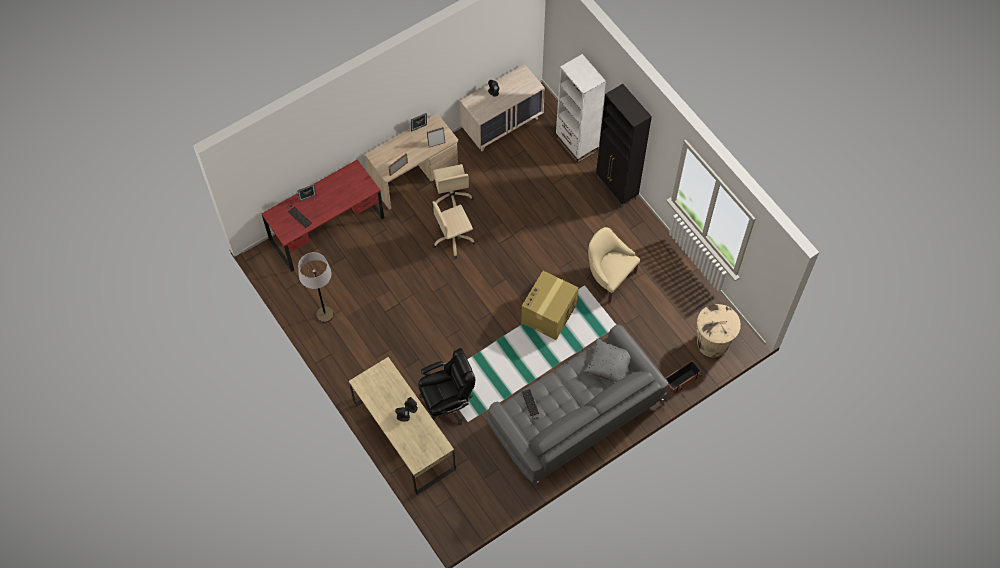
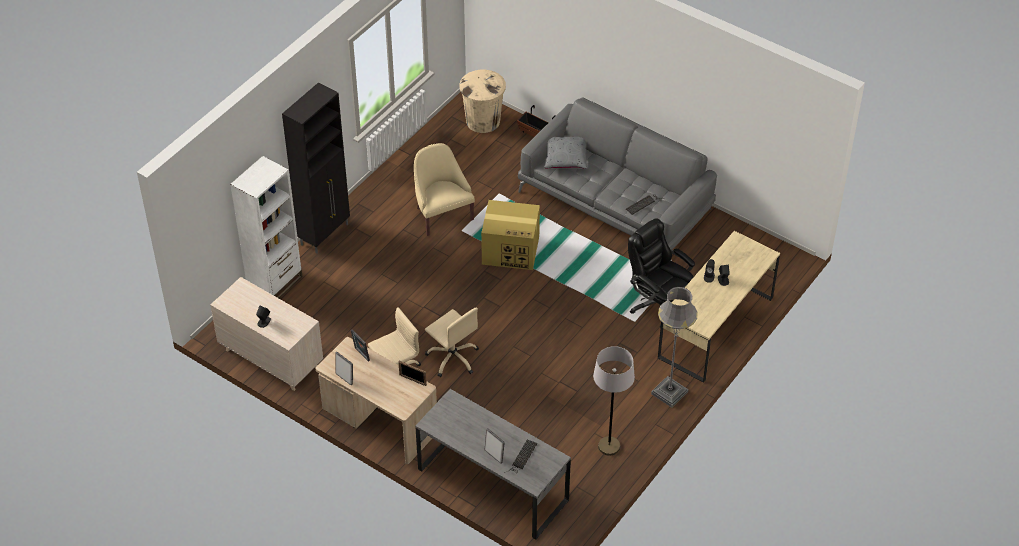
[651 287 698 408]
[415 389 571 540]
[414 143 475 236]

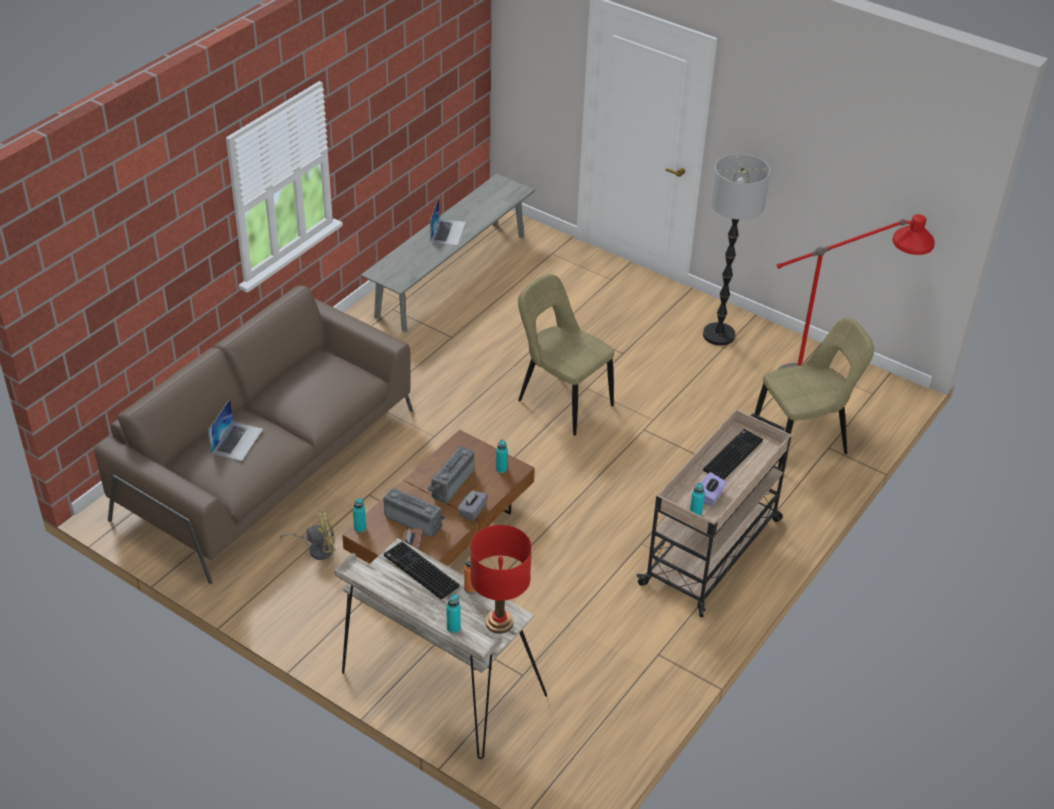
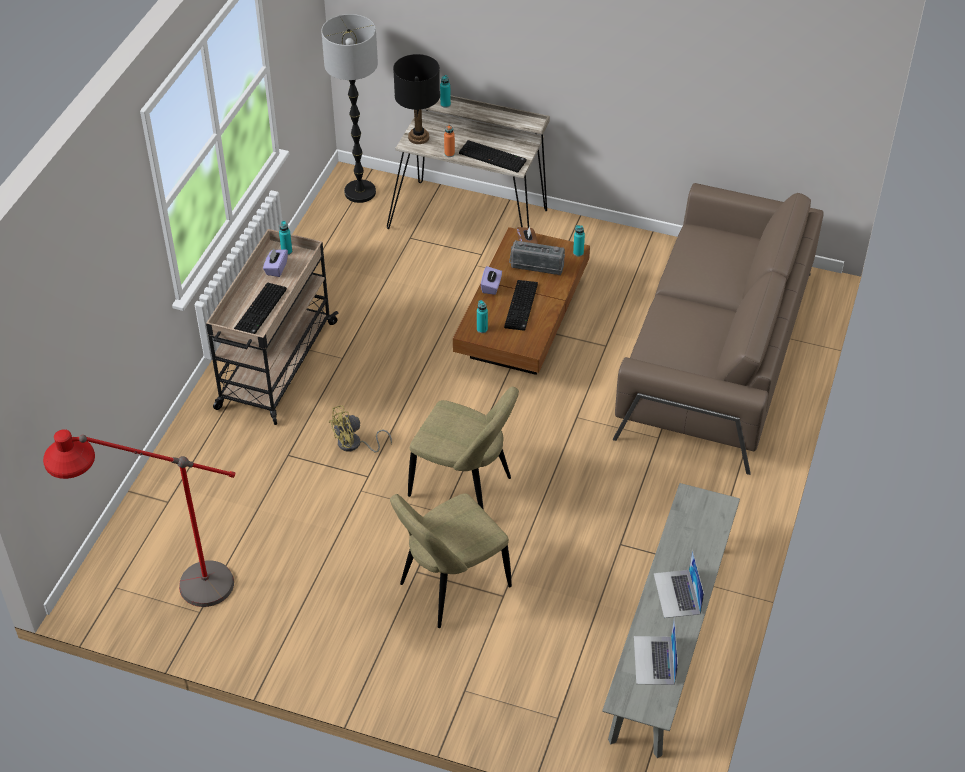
[634 616 678 685]
[328 405 392 452]
[321 14 378 203]
[390 493 512 628]
[504 280 538 331]
[481 266 502 295]
[393 54 440 144]

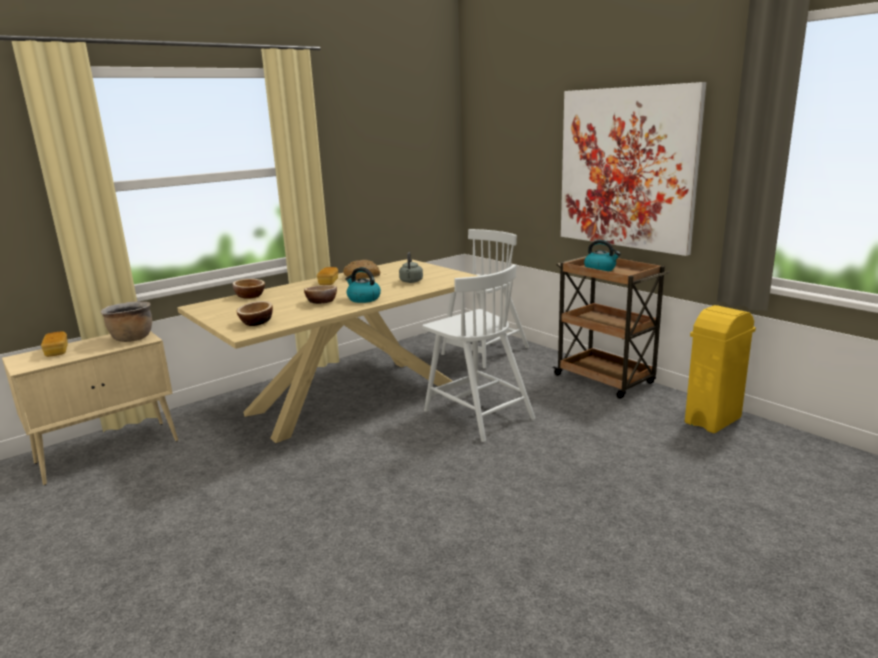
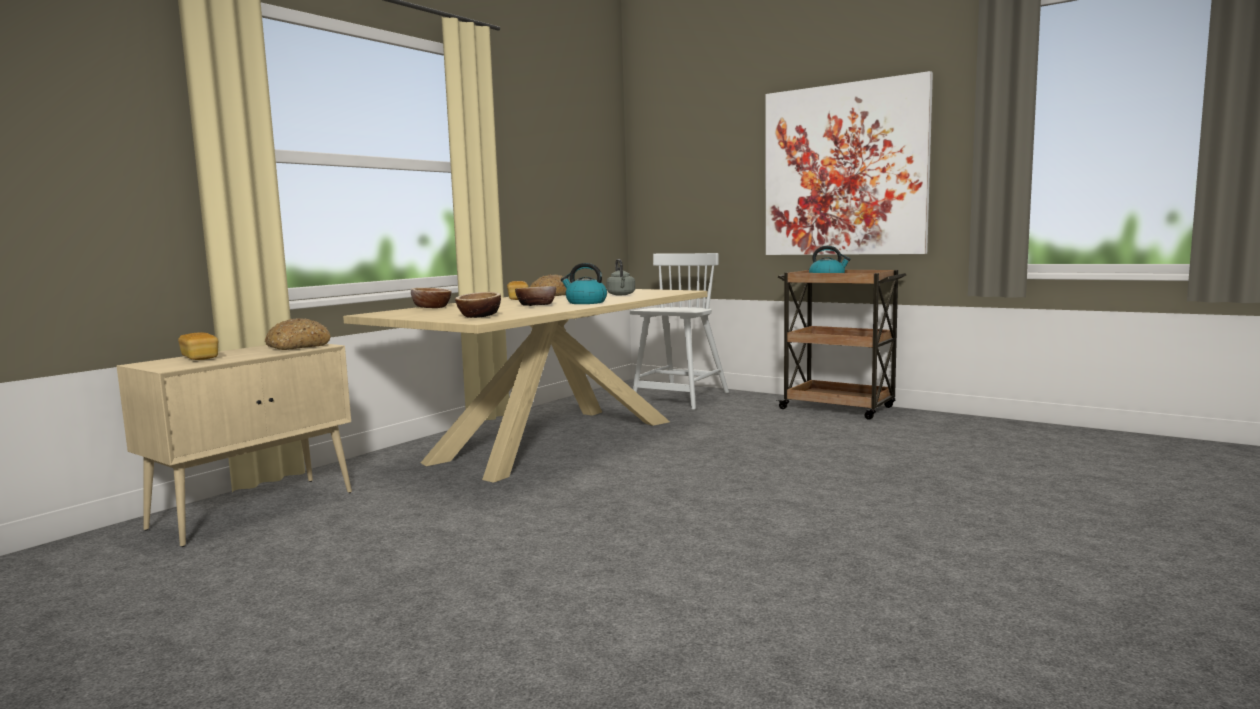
[422 264 536 442] (first image)
[685 305 756 433] (first image)
[265 318 330 350]

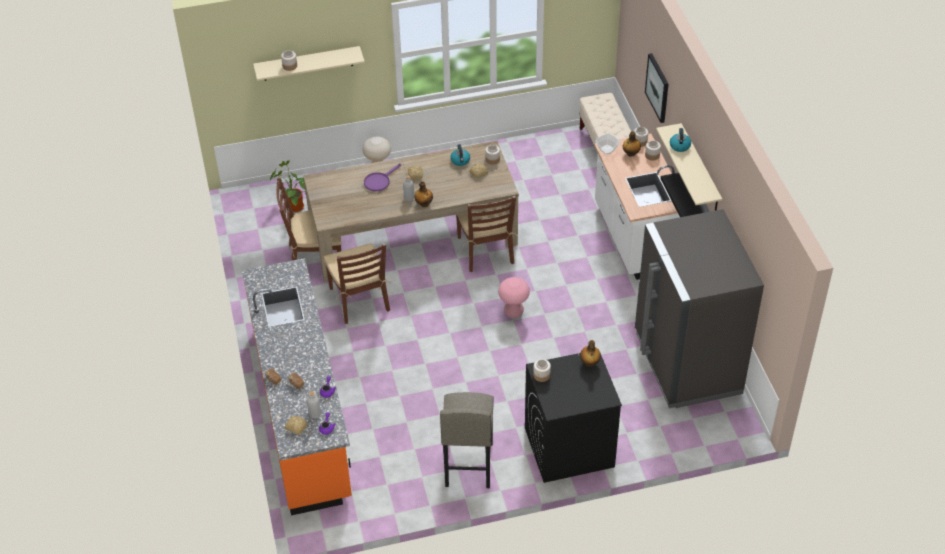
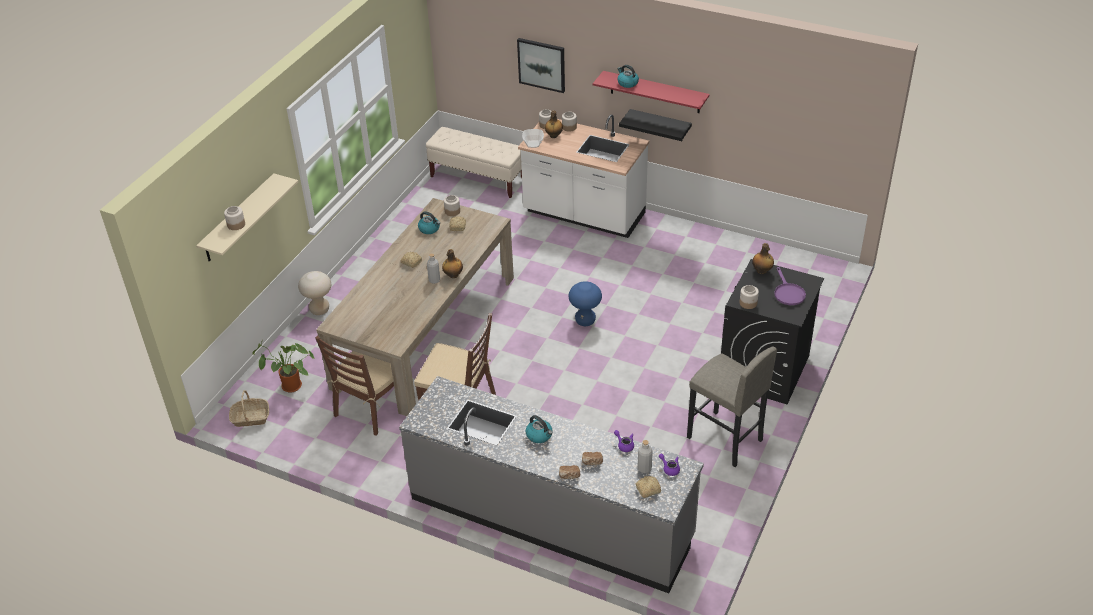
[456 195 518 272] (first image)
[635 209 764 408] (first image)
[229 390 269 427]
[526 415 553 443]
[774 267 806 305]
[399 376 704 593]
[569 281 602 326]
[593 71 710 113]

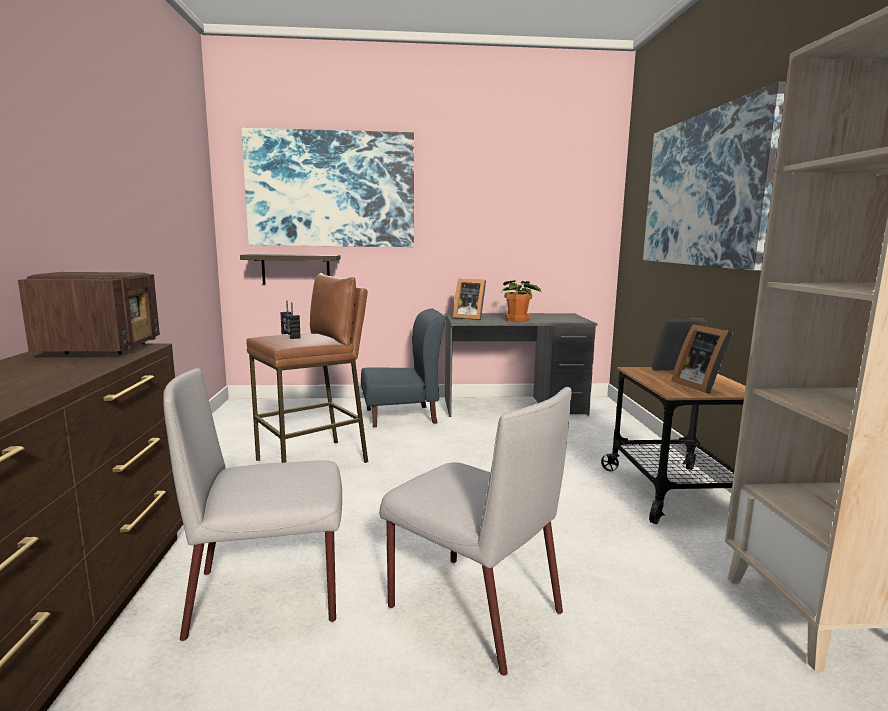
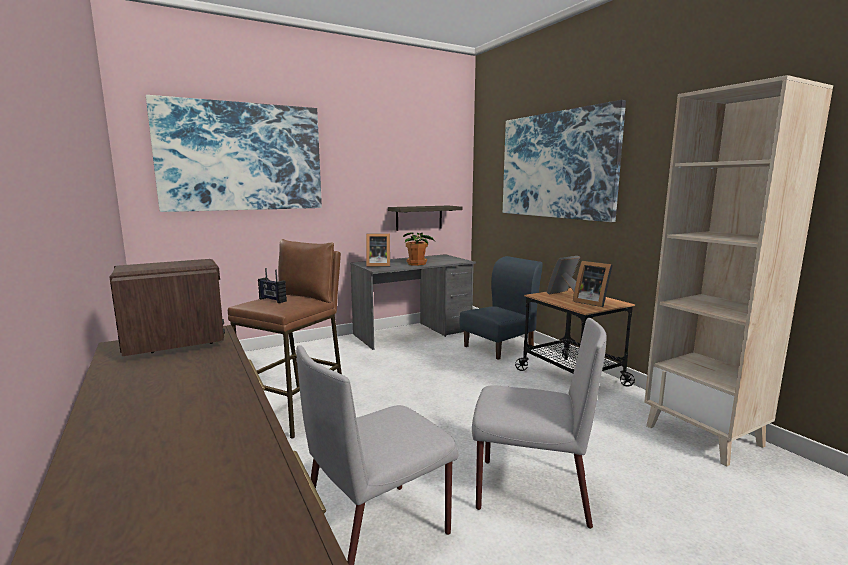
[388 206 462 231]
[459 256 543 360]

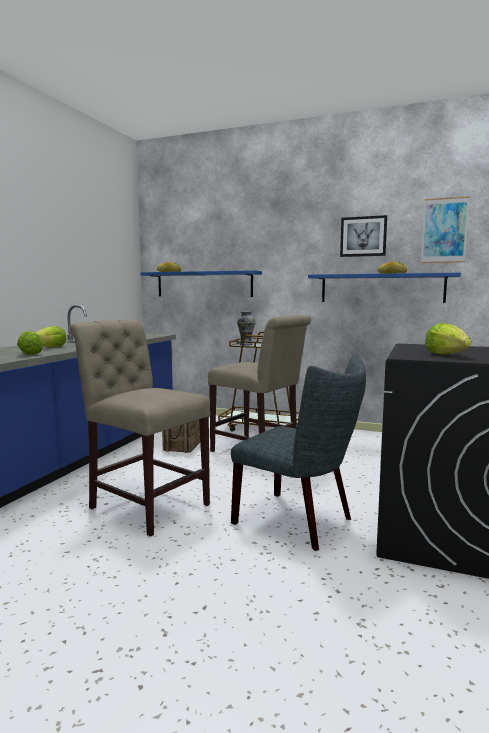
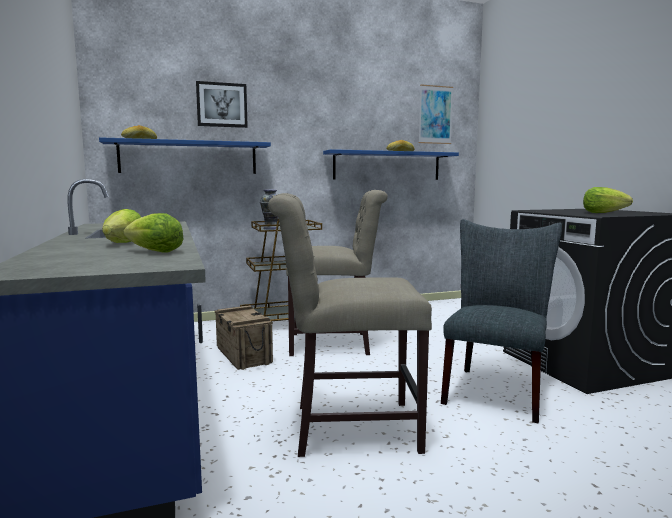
[196 81 248 128]
[441 219 562 424]

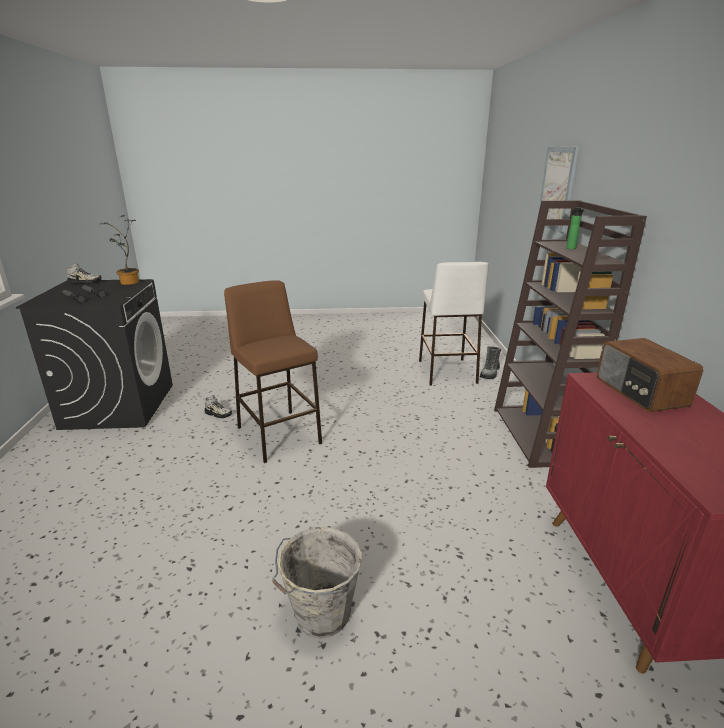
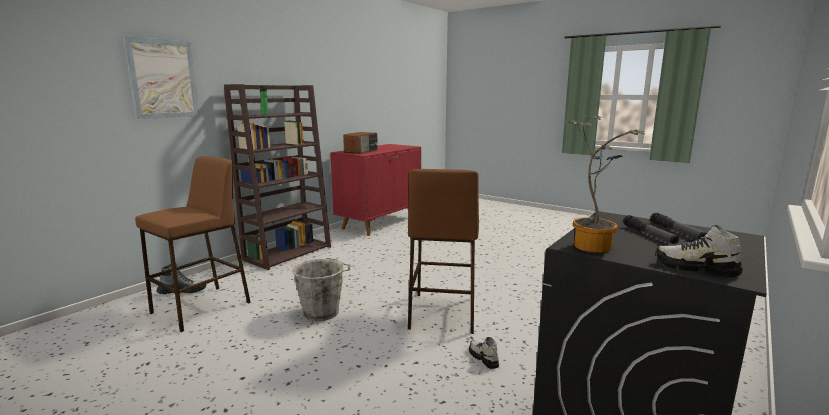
[292 258 351 321]
[135 156 251 332]

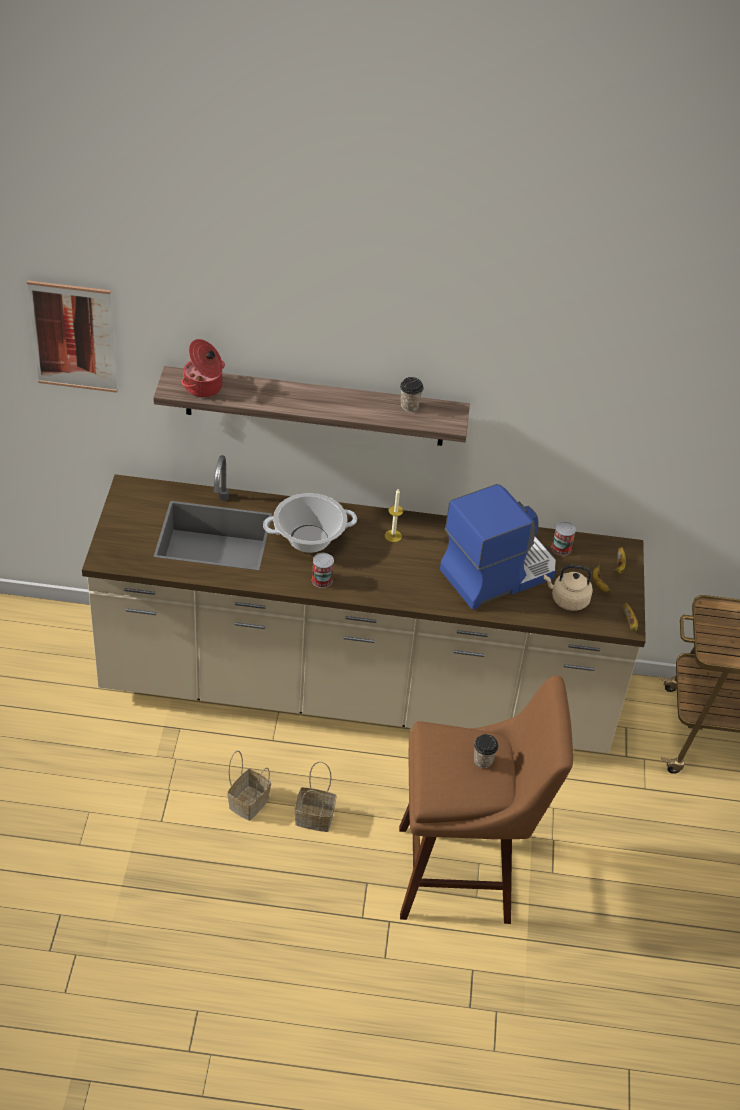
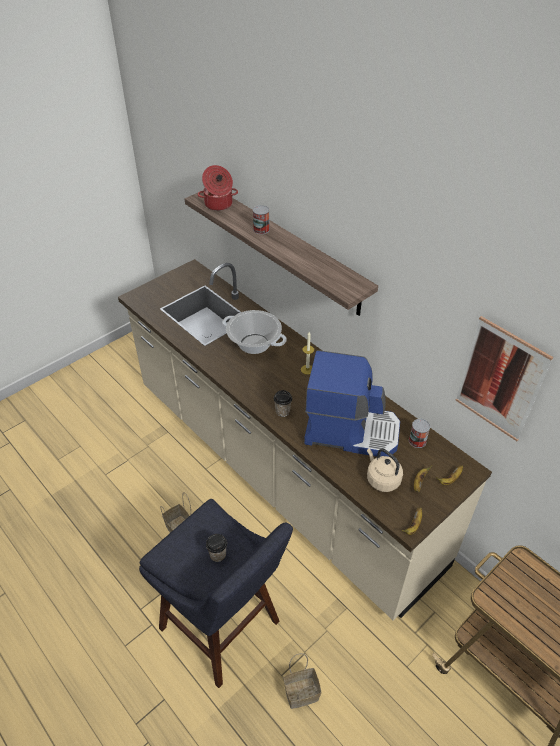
[456 316 553 441]
[284 653 321 709]
[253 205 270 234]
[274 390 292 417]
[139 499 293 688]

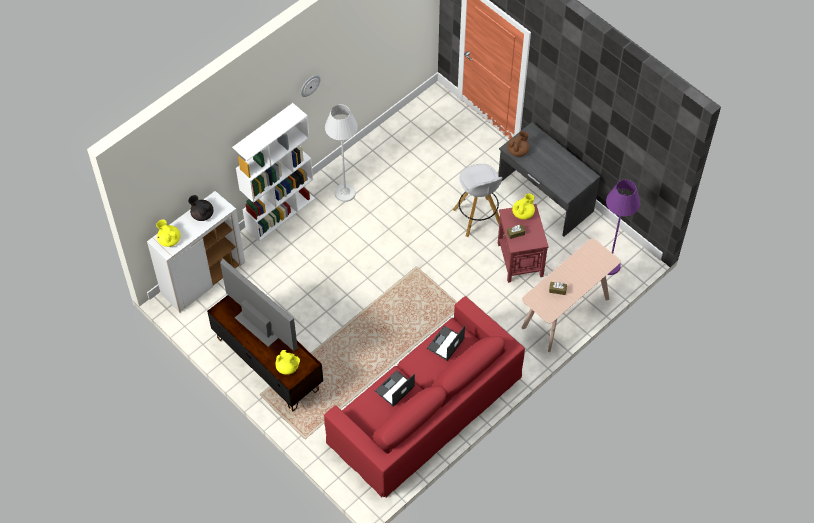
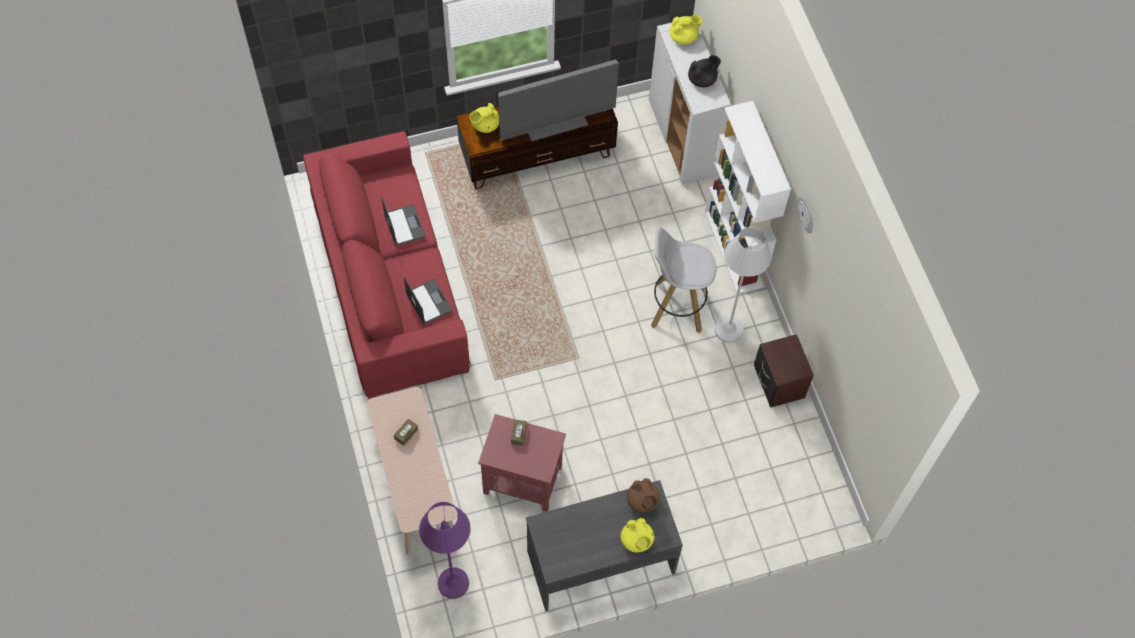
[754 334 814 408]
[651 227 716 333]
[620 518 654 553]

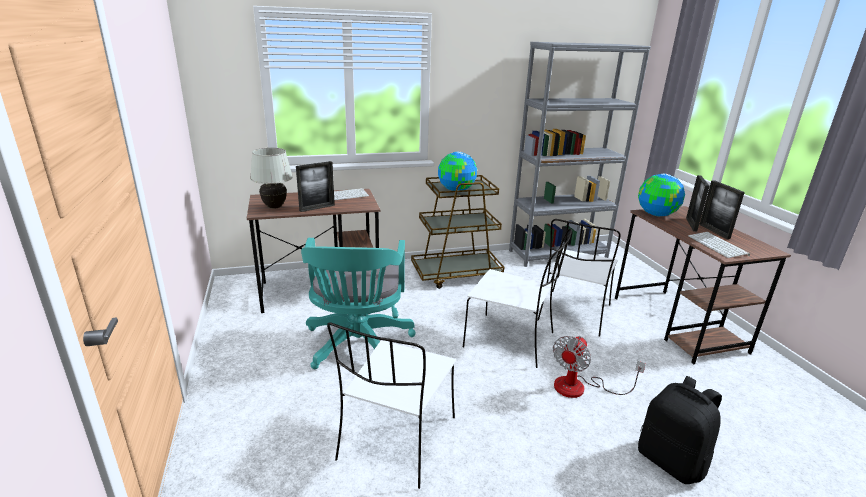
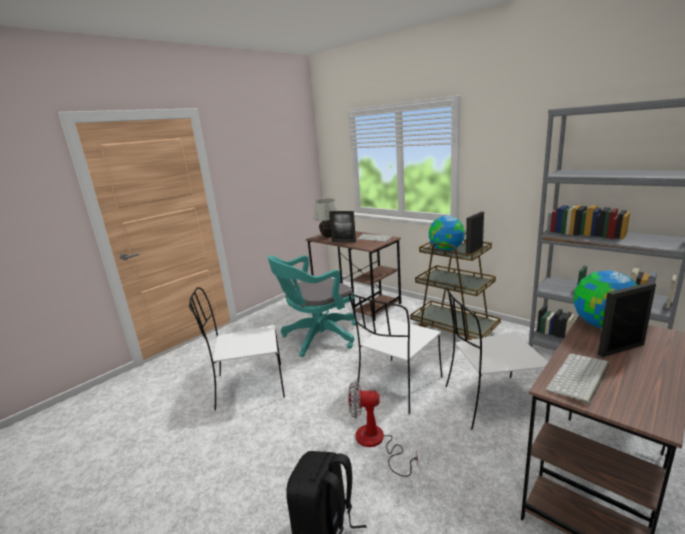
[466 212 484 256]
[349 294 443 414]

